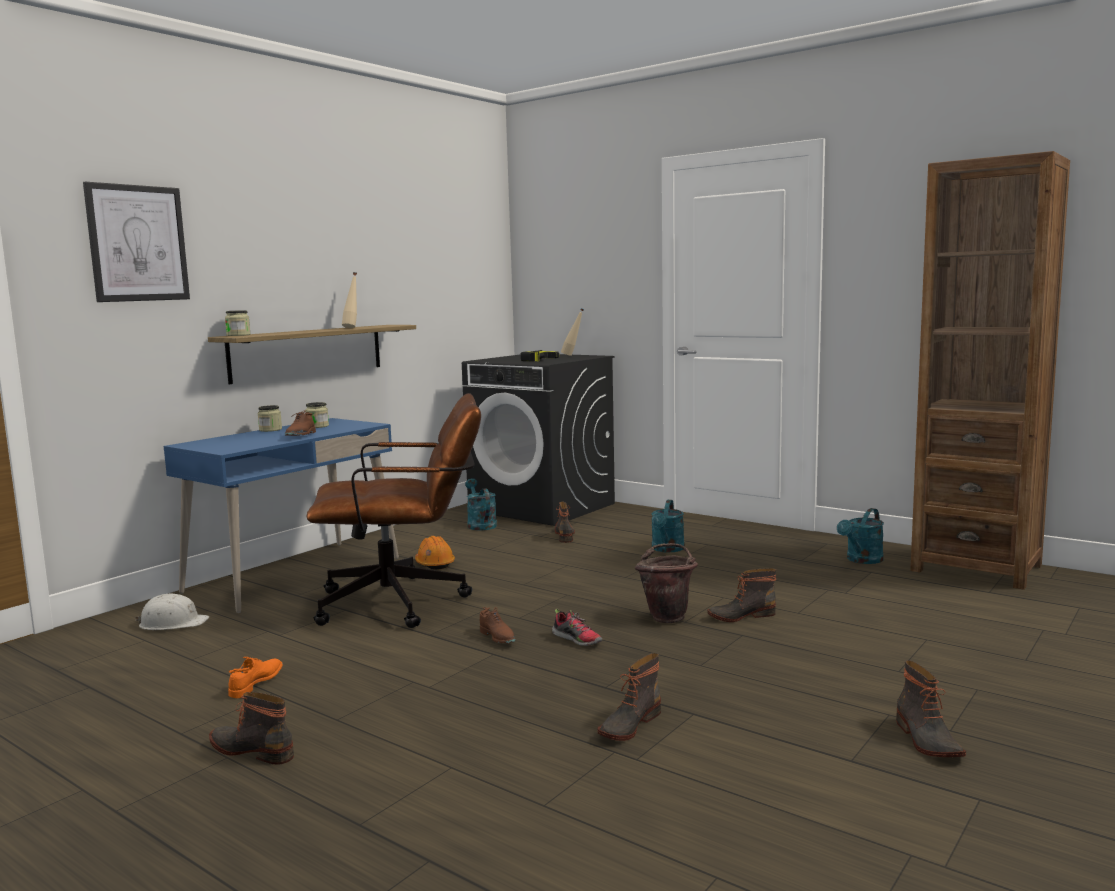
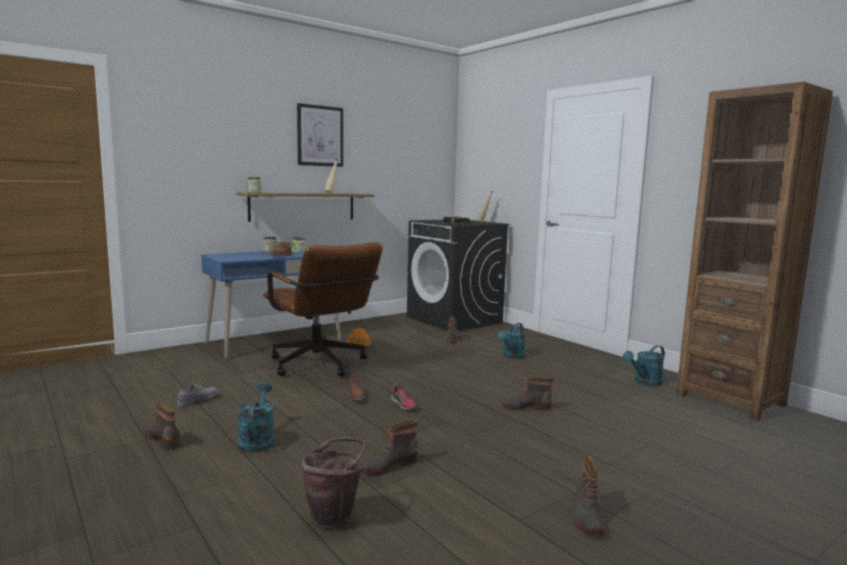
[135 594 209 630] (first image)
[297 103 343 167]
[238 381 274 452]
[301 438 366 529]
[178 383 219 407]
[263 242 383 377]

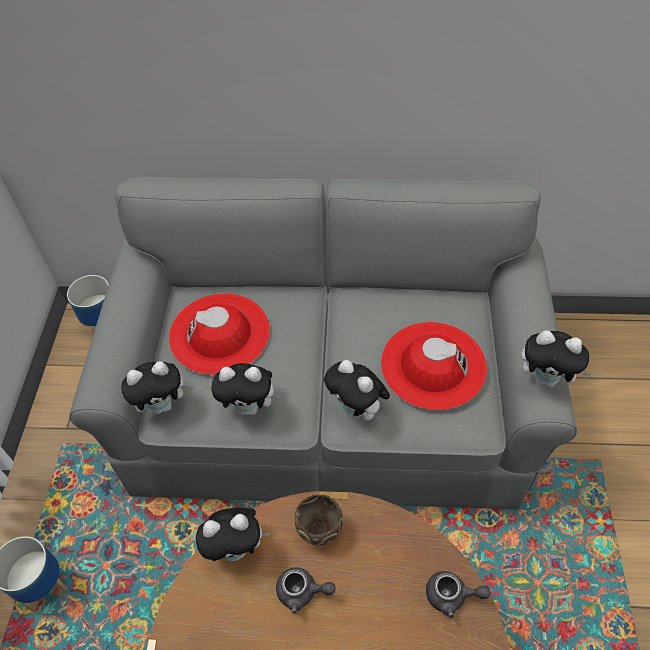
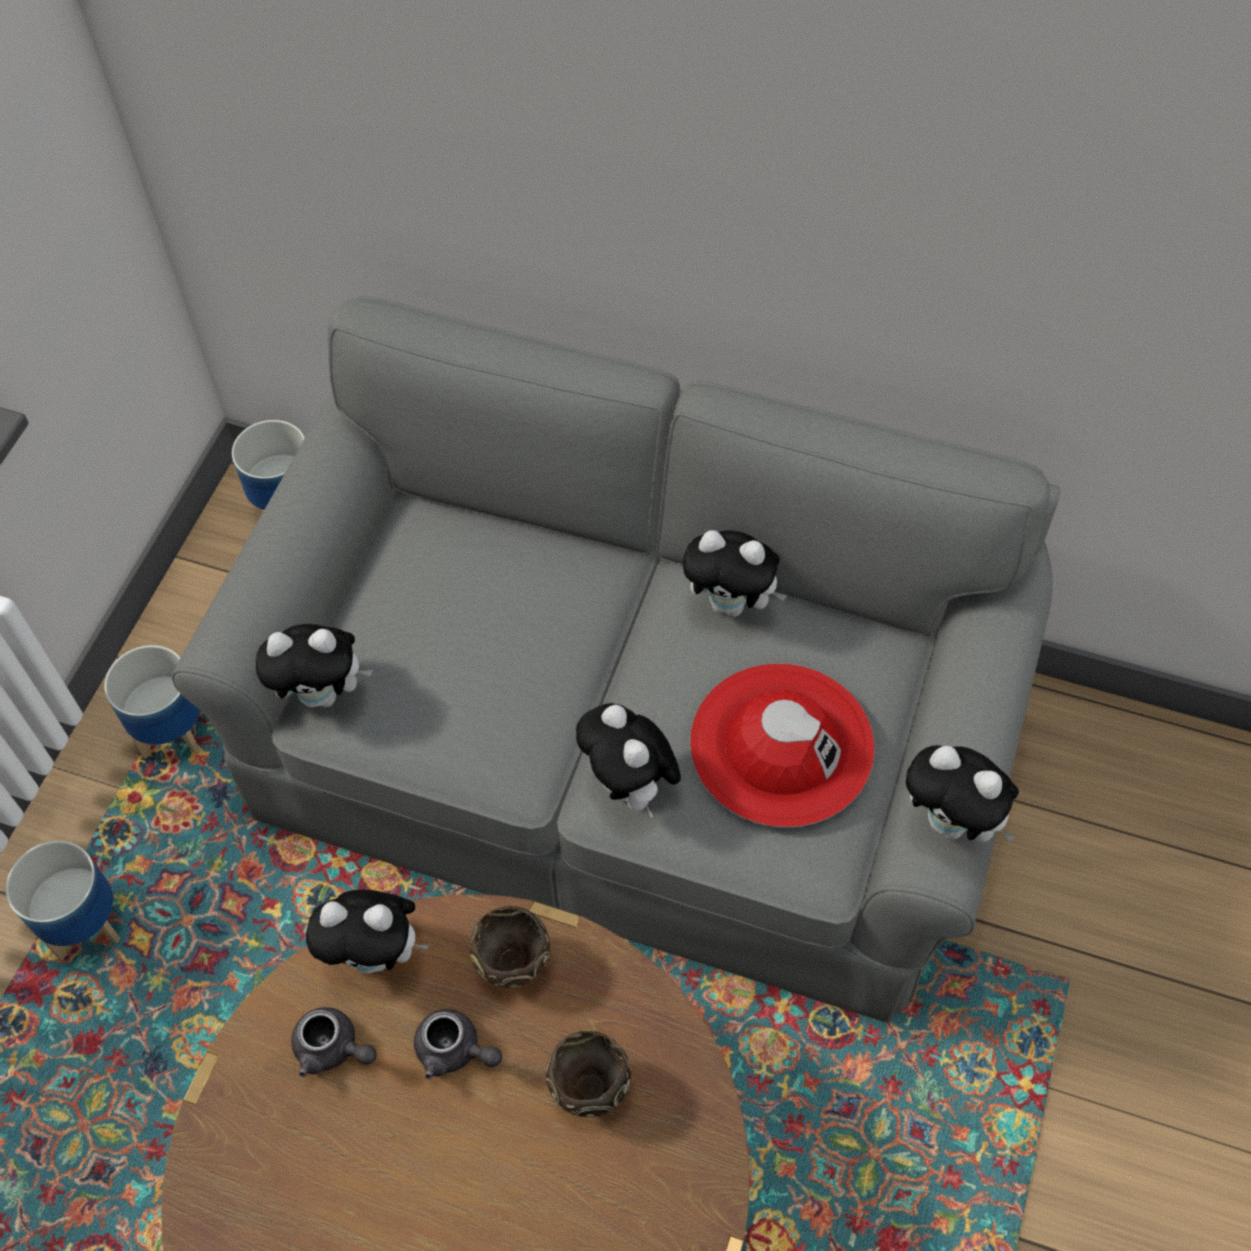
[169 293 270 375] (first image)
[104 645 200 759]
[546 1030 631 1117]
[683 530 787 617]
[291 1007 377 1078]

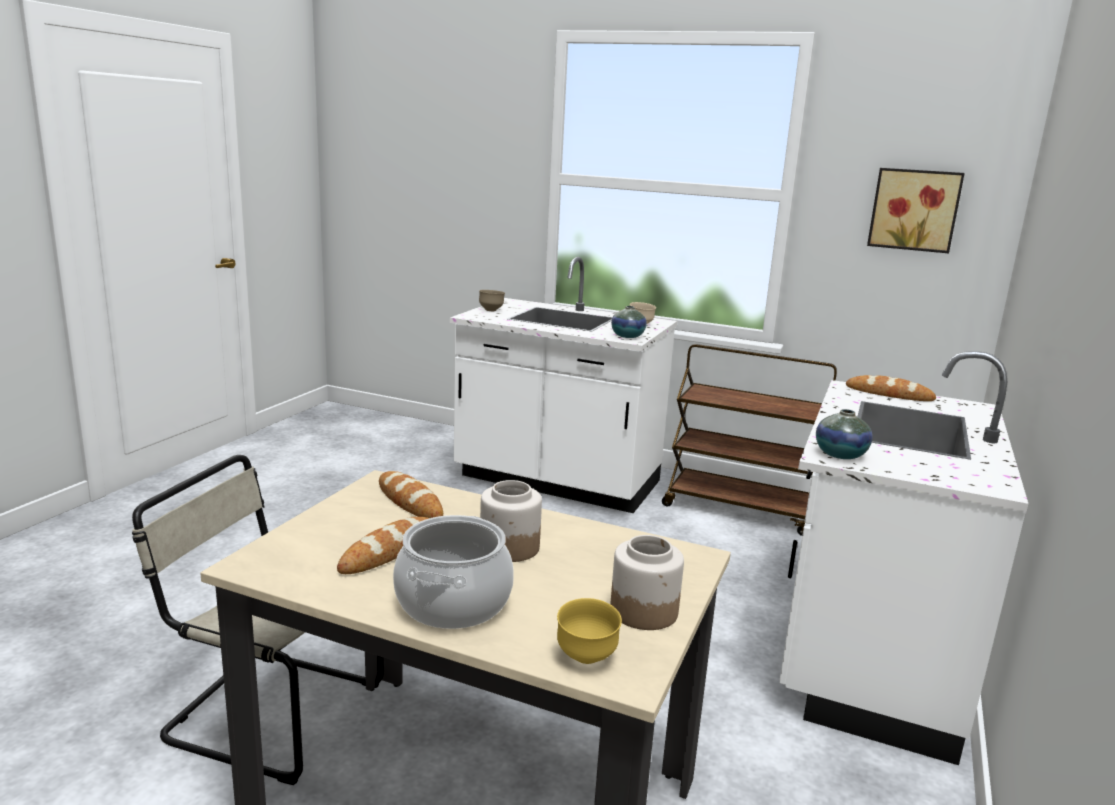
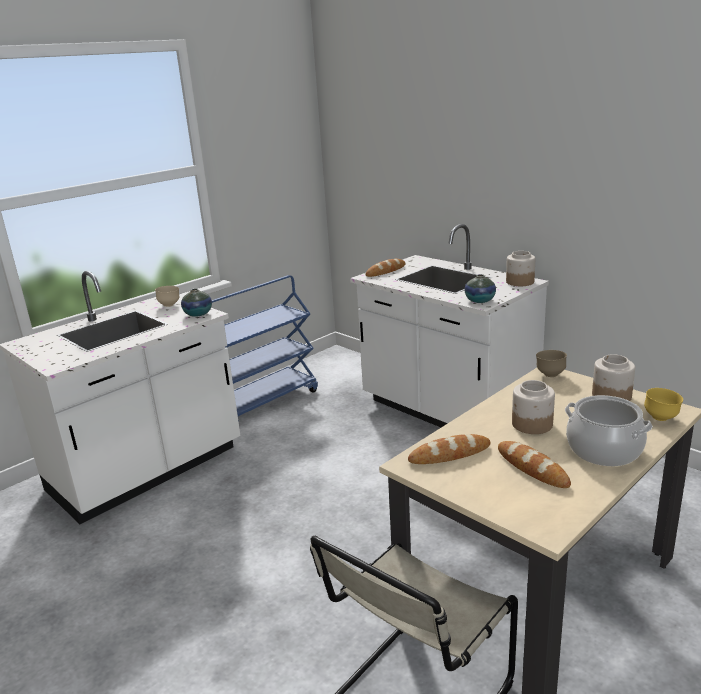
[867 168 965 253] (first image)
[506 251 535 286]
[536 350 567 377]
[212 275 318 422]

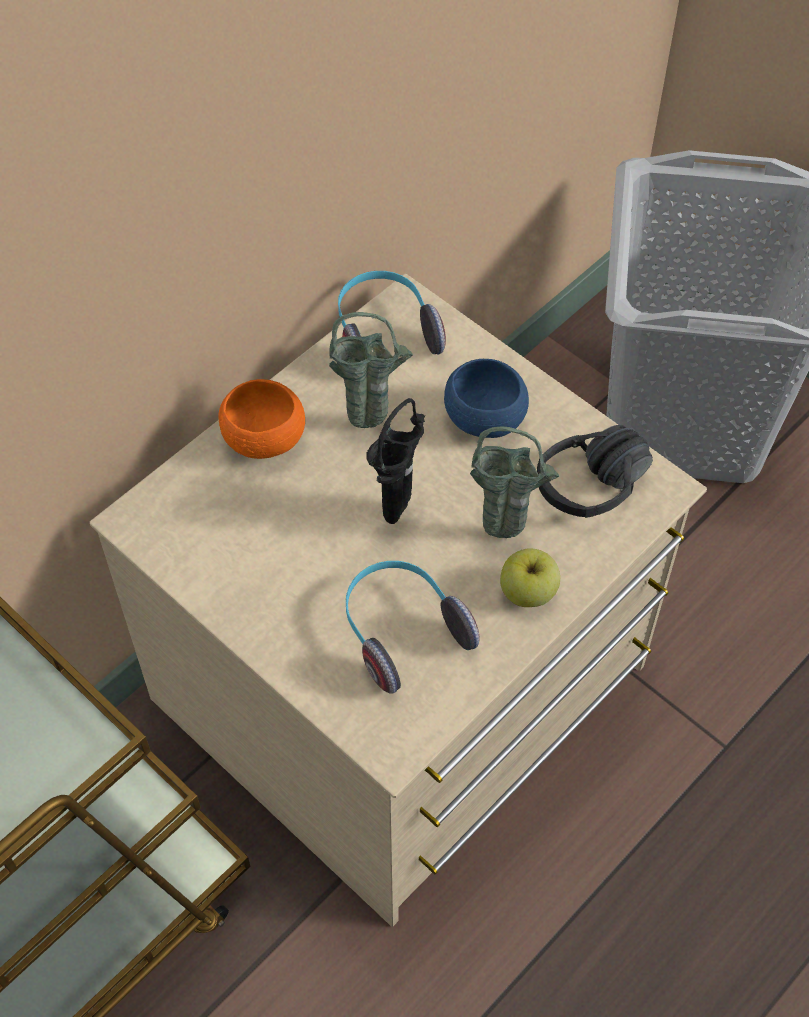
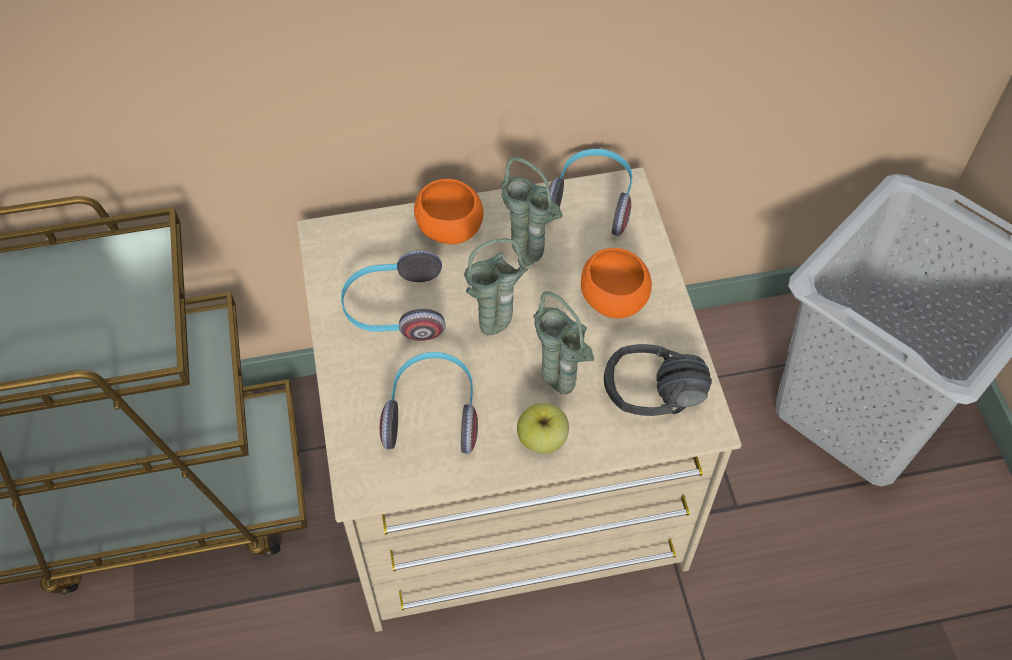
[341 250 445 341]
[464 238 534 336]
[581 248 652 318]

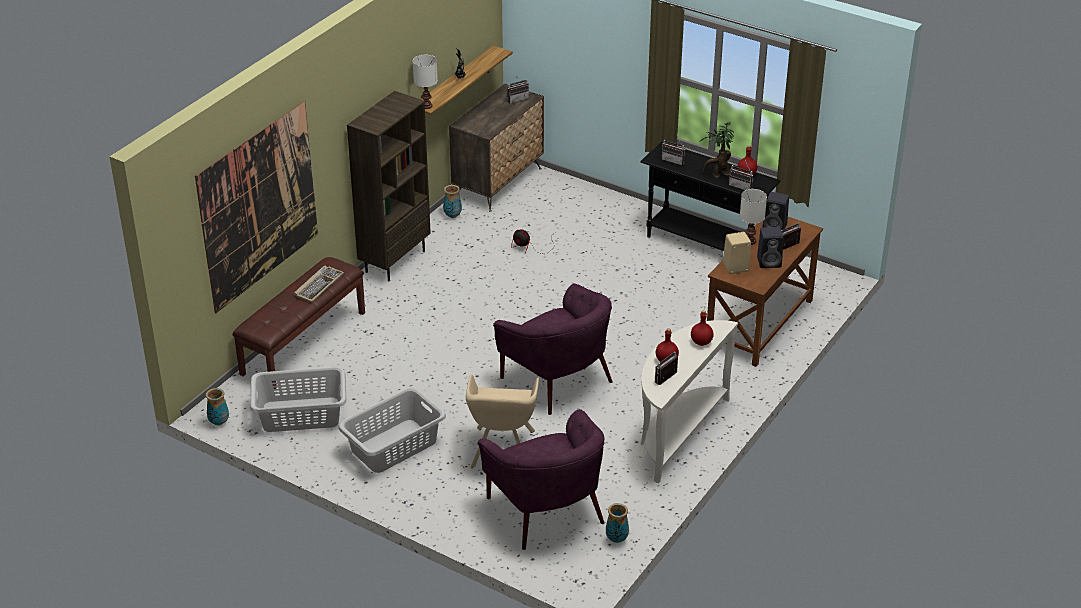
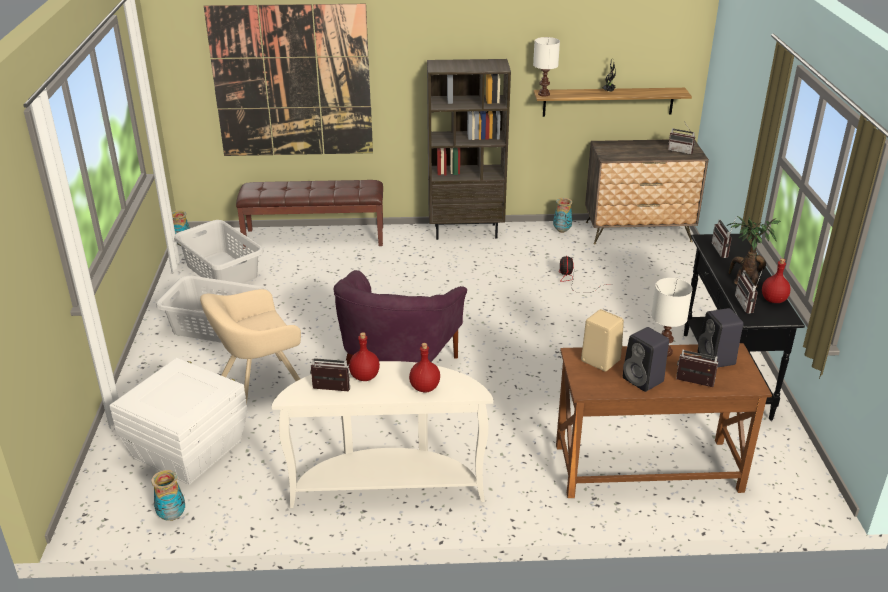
[294 265 344 302] (first image)
[109 358 247 485]

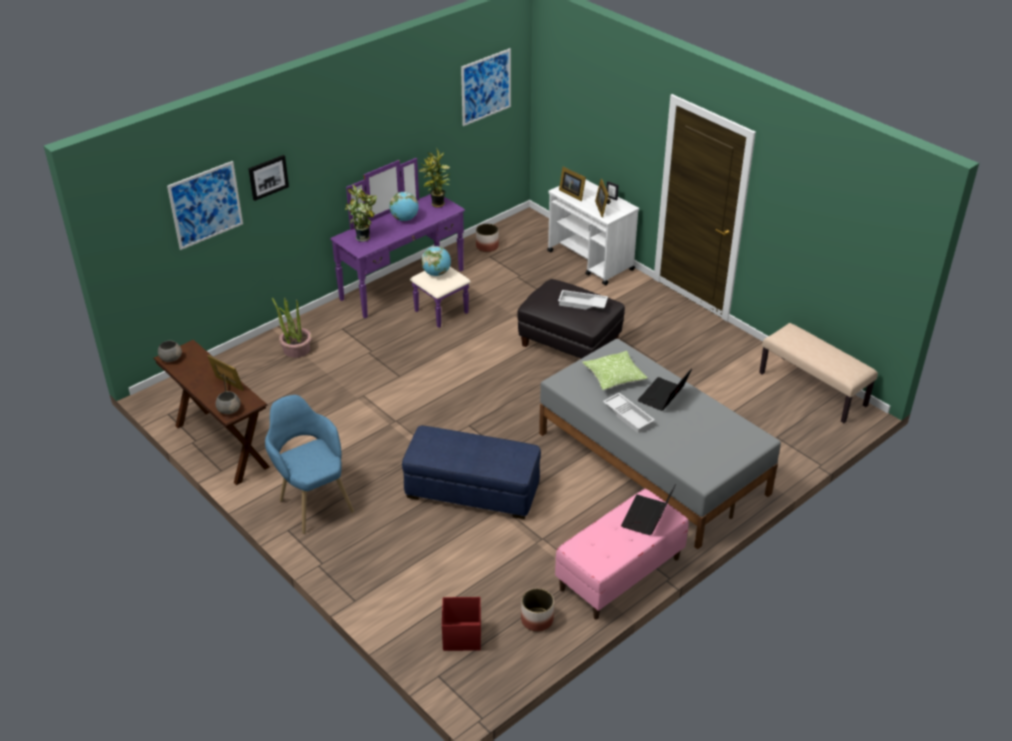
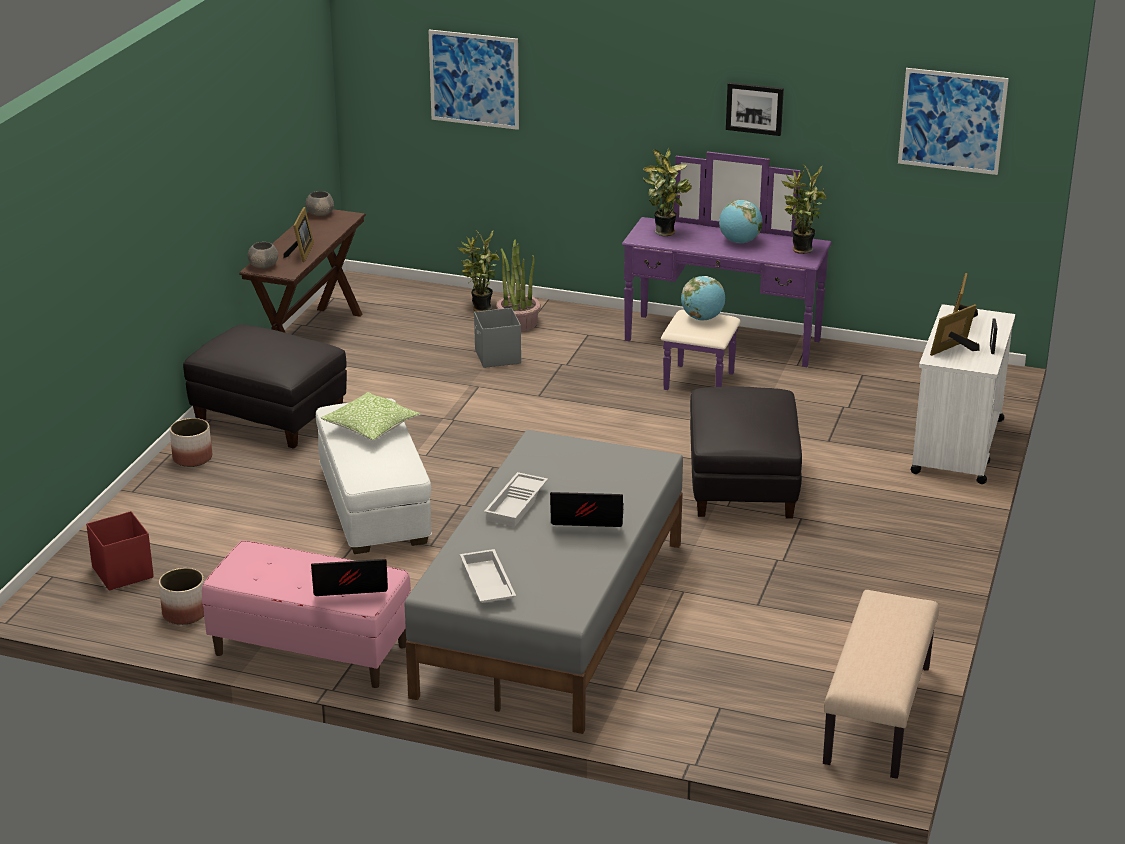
[457 230 500 311]
[474 308 521 368]
[726 82 784 136]
[170 418 212 467]
[460 549 516 603]
[321 392 421 440]
[183 325 347 449]
[316 398 432 554]

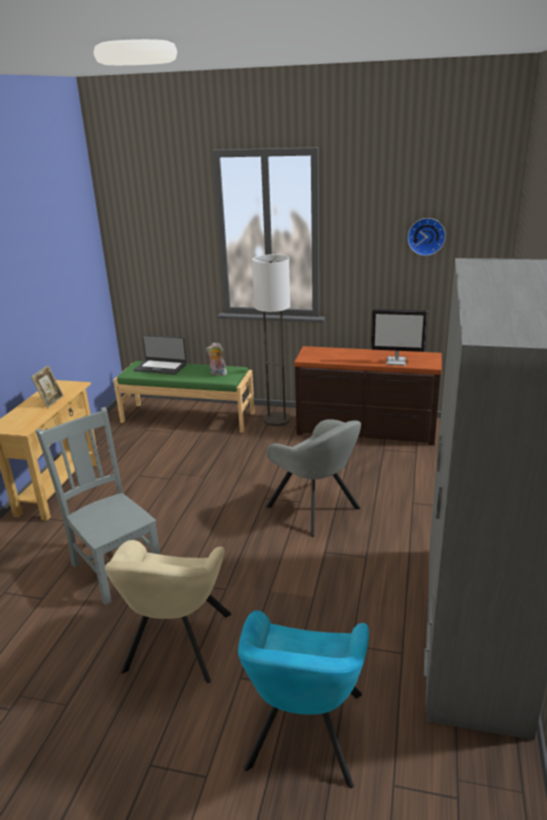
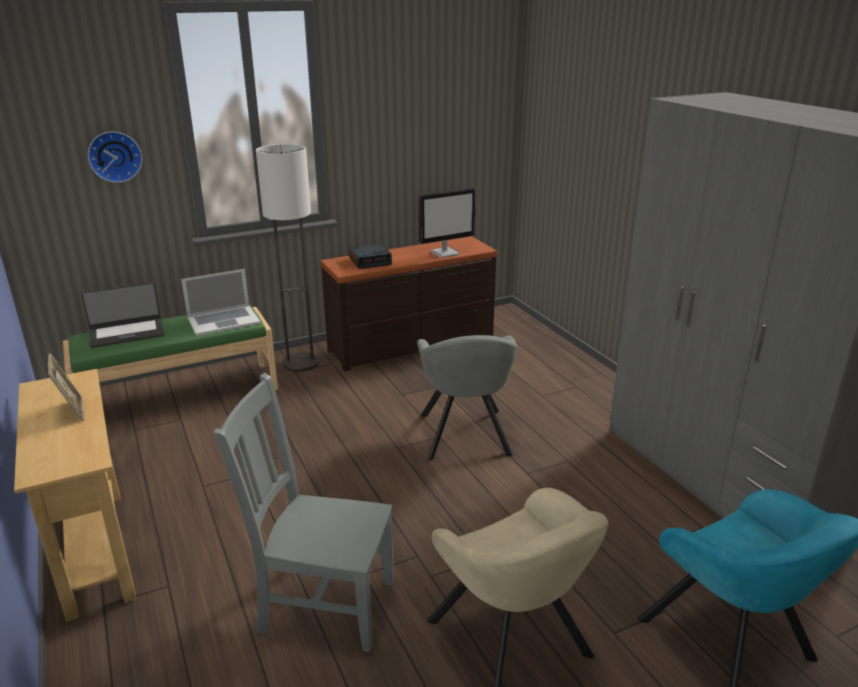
[349 244 392 269]
[88 132 142 183]
[181 269 261 336]
[417 335 518 461]

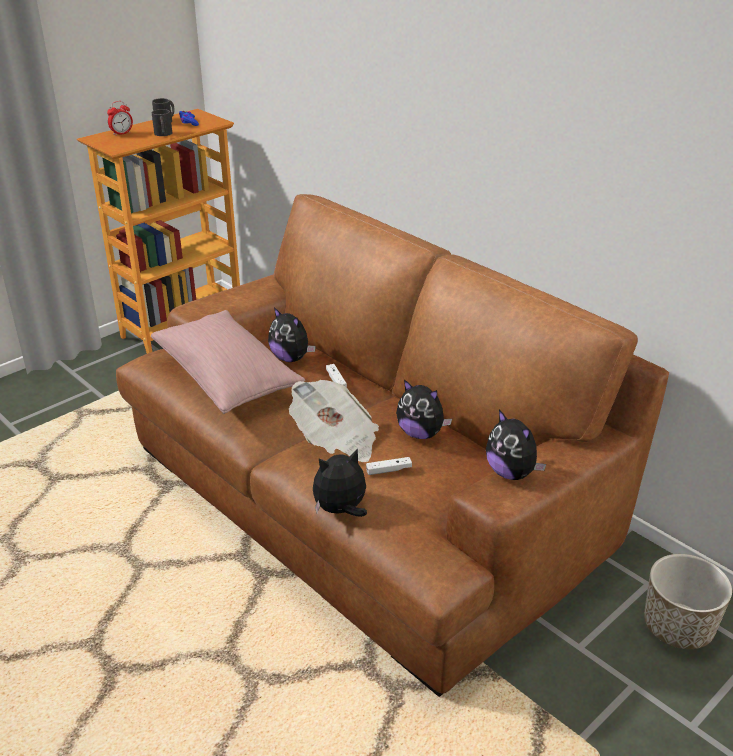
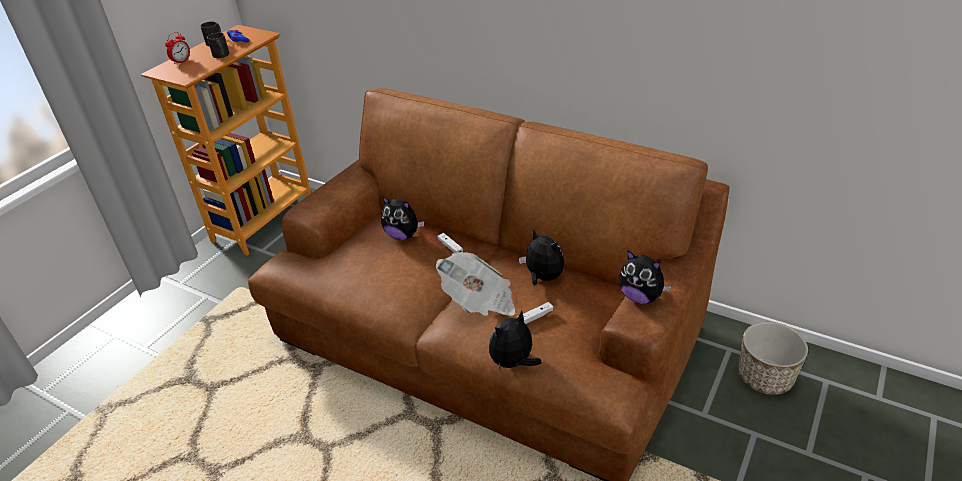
[151 310 305 414] (first image)
[519 230 564 285]

